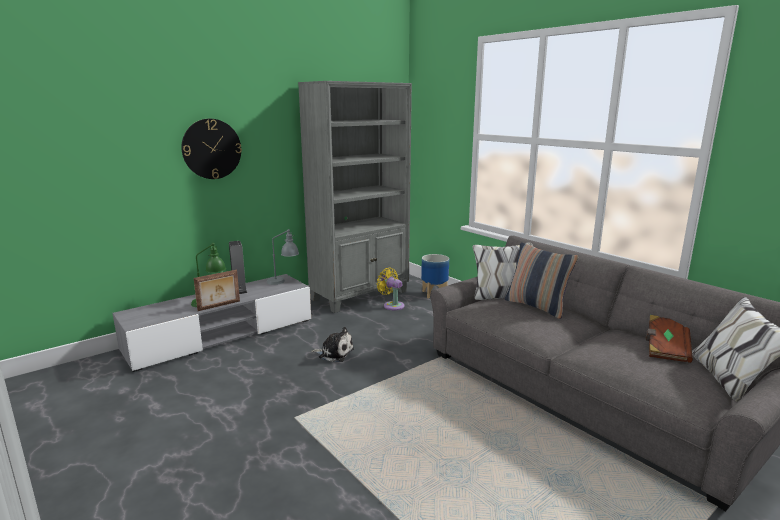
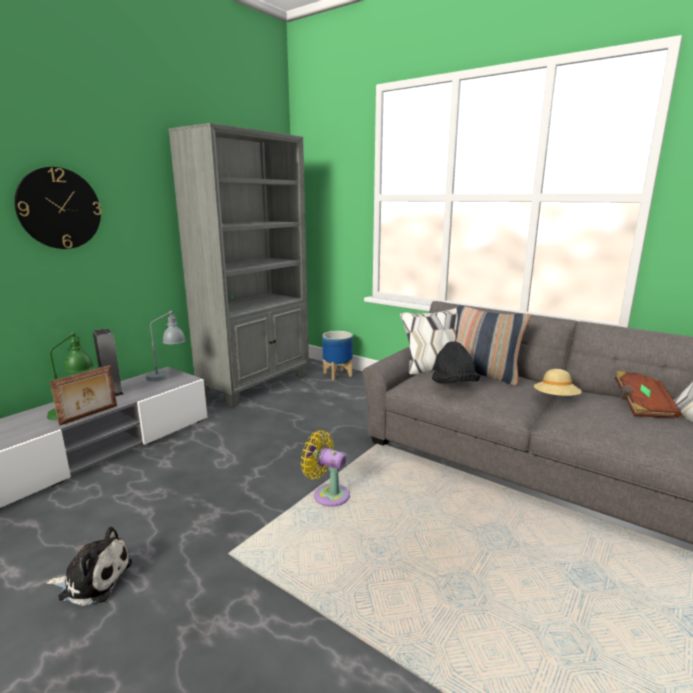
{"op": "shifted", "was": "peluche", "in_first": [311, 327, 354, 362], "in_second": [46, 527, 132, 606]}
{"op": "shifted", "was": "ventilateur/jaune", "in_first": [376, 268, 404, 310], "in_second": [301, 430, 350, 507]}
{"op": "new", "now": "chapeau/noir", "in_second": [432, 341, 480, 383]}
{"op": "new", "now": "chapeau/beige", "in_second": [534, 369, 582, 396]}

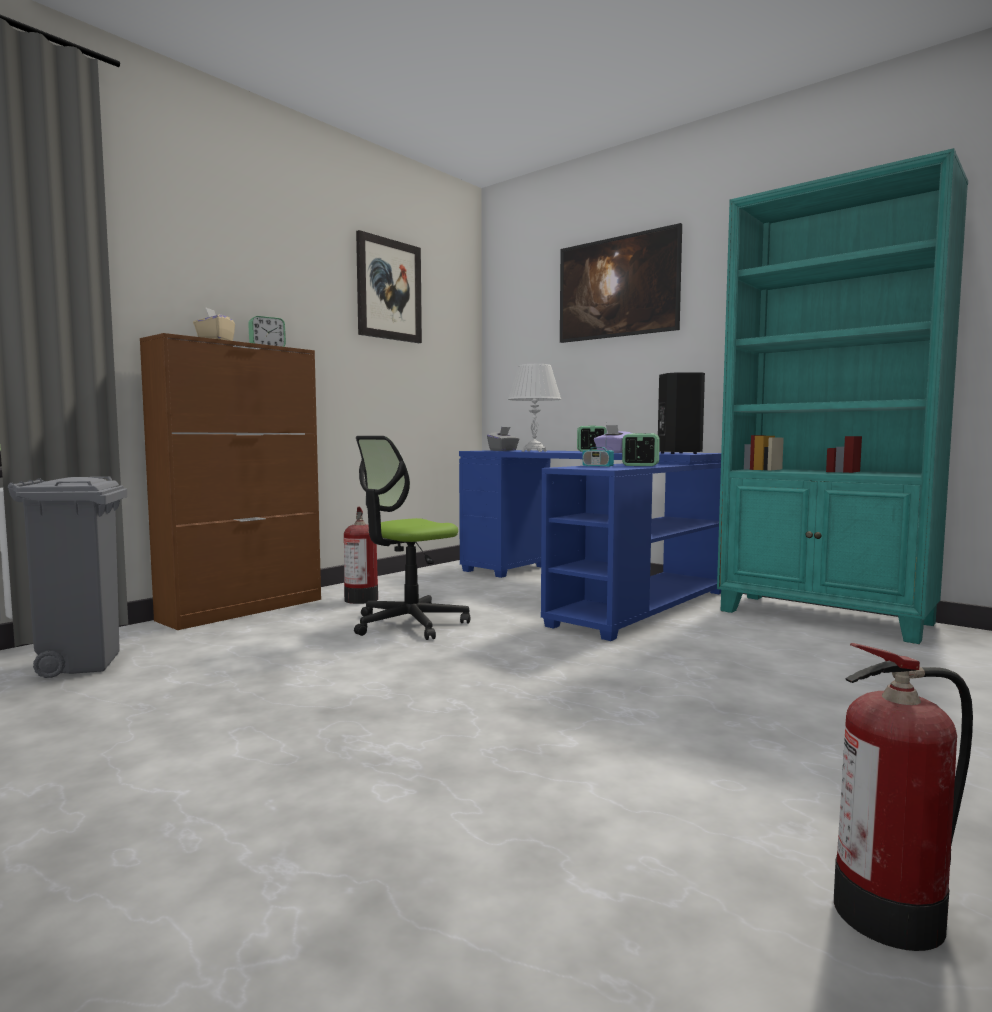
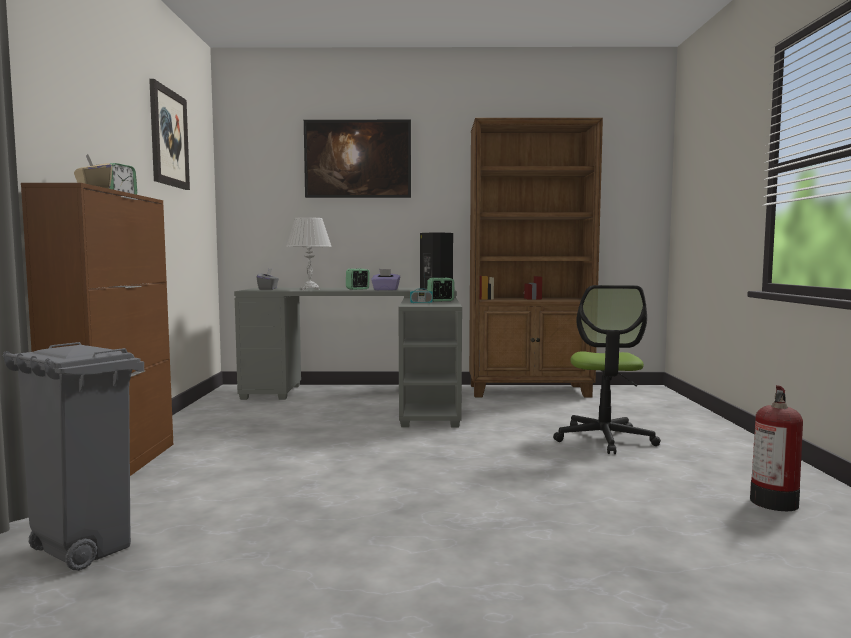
{"op": "gone", "was": "extincteur", "in_first": [344, 506, 378, 604]}
{"op": "shifted", "was": "chaise de bureau", "in_first": [354, 436, 470, 640], "in_second": [553, 285, 661, 454]}
{"op": "repainted", "was": "bureau/bleu", "now": "bureau/gris", "in_first": [459, 450, 721, 641], "in_second": [234, 288, 462, 427]}
{"op": "repainted", "was": "bibliothèque/turquoise", "now": "bibliothèque/marron", "in_first": [717, 148, 968, 644], "in_second": [469, 118, 603, 398]}

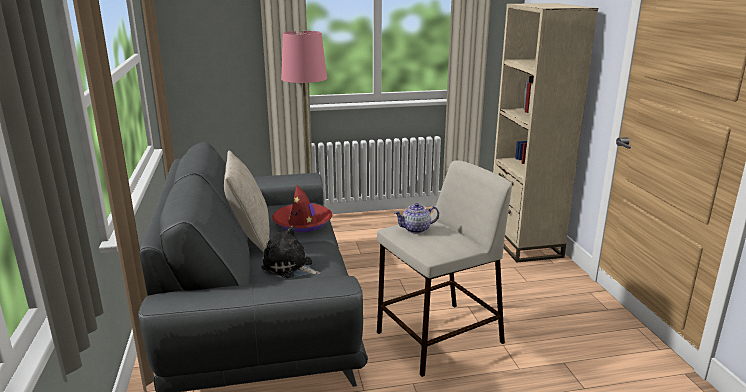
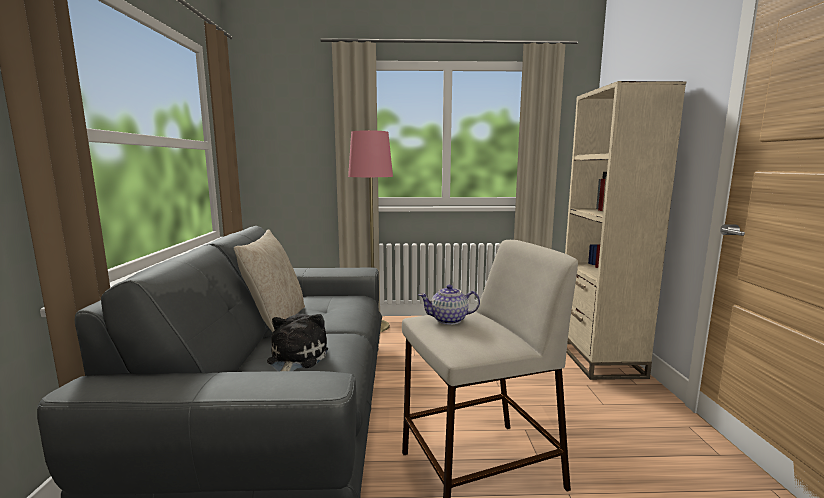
{"op": "rotated", "was": "peluche", "in_first": [261, 226, 320, 278], "in_second": [267, 314, 328, 371], "clockwise": 60}
{"op": "gone", "was": "chapeau/rouge", "in_first": [272, 185, 332, 232]}

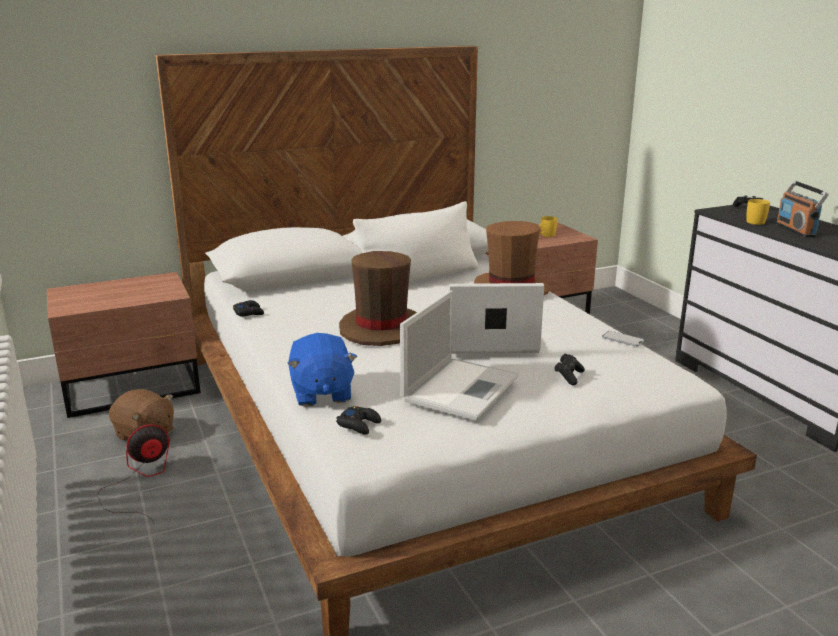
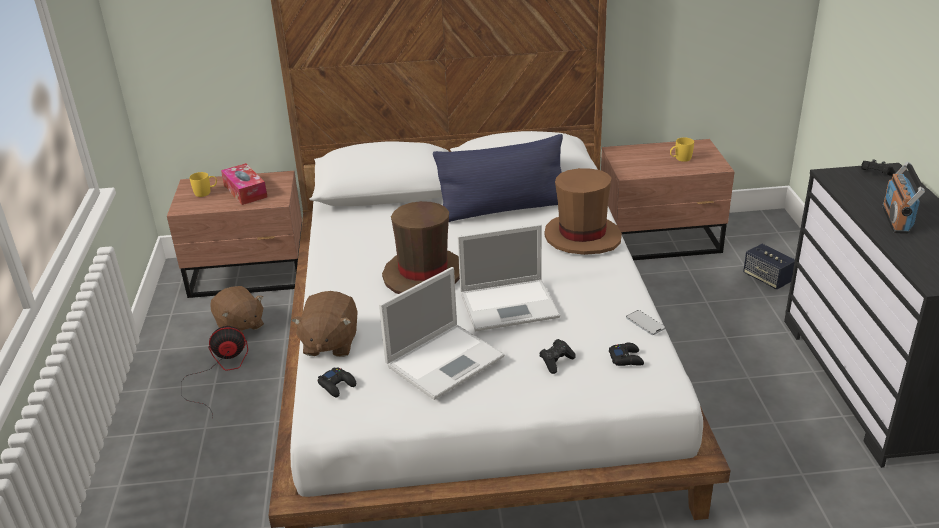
{"op": "shifted", "was": "manette/noir", "in_first": [233, 300, 264, 317], "in_second": [609, 343, 644, 366]}
{"op": "repainted", "was": "peluche/bleu", "now": "peluche/marron", "in_first": [287, 333, 357, 407], "in_second": [291, 291, 358, 357]}
{"op": "repainted", "was": "coussin/blanc", "now": "coussin/bleu", "in_first": [353, 201, 478, 281], "in_second": [433, 134, 563, 222]}
{"op": "rotated", "was": "ordinateur portable", "in_first": [449, 283, 544, 354], "in_second": [457, 224, 560, 331], "clockwise": 150}
{"op": "shifted", "was": "mug/jaune", "in_first": [747, 199, 770, 225], "in_second": [190, 172, 217, 197]}
{"op": "new", "now": "boîte à mouchoirs", "in_second": [221, 163, 267, 205]}
{"op": "new", "now": "enceinte", "in_second": [743, 244, 795, 289]}

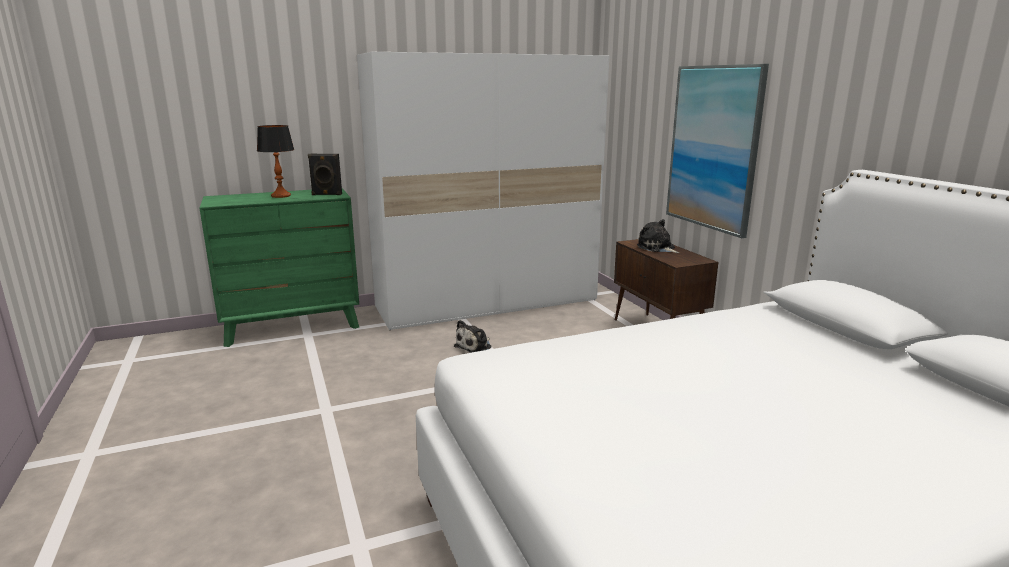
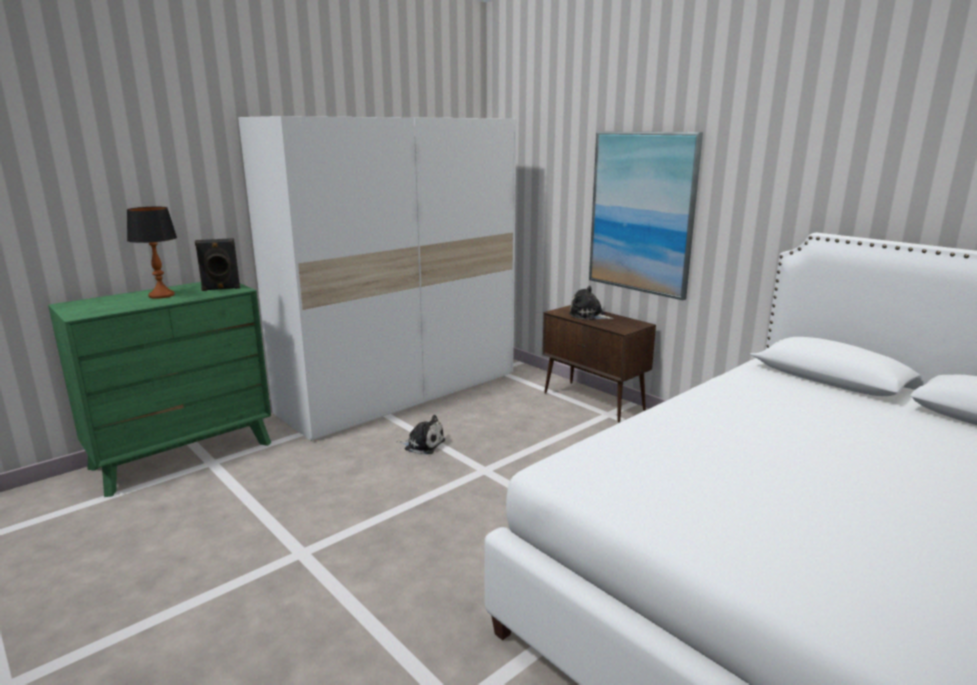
{"op": "rotated", "was": "peluche", "in_first": [454, 320, 492, 353], "in_second": [396, 415, 445, 454], "clockwise": -90}

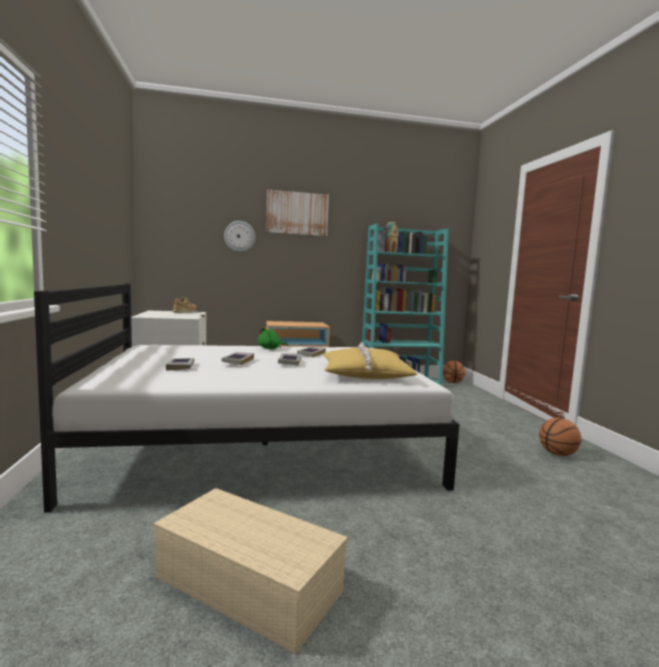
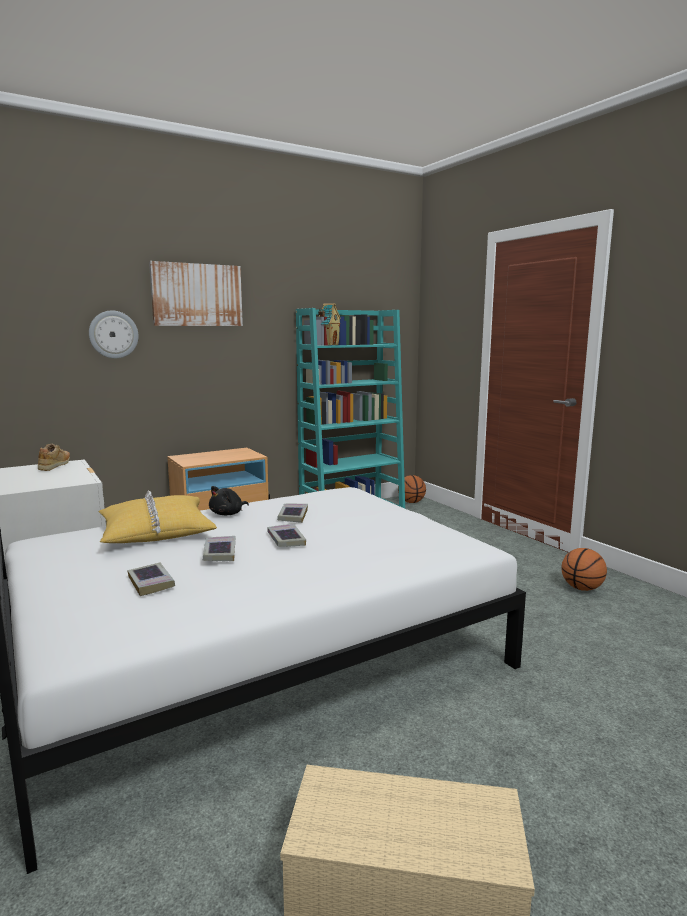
{"op": "repainted", "was": "peluche/vert", "now": "peluche/noir", "in_first": [258, 328, 288, 349], "in_second": [209, 486, 249, 515]}
{"op": "shifted", "was": "coussin/jaune", "in_first": [322, 342, 417, 379], "in_second": [98, 491, 217, 543]}

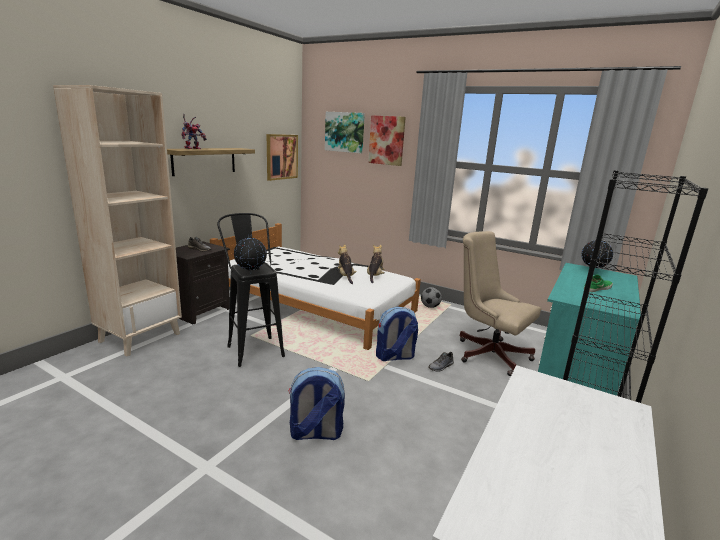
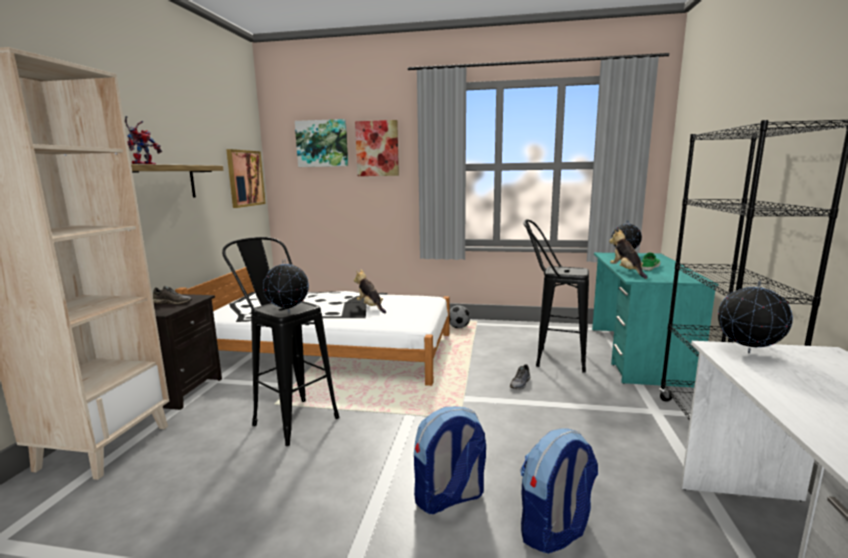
{"op": "shifted", "was": "peluche", "in_first": [367, 245, 385, 283], "in_second": [609, 229, 647, 279]}
{"op": "shifted", "was": "sac à dos", "in_first": [376, 307, 418, 361], "in_second": [520, 428, 598, 554]}
{"op": "swapped", "was": "chaise de bureau/beige", "now": "tabouret/noir", "in_first": [460, 231, 541, 376], "in_second": [523, 219, 589, 373]}
{"op": "new", "now": "globe", "in_second": [718, 280, 793, 354]}

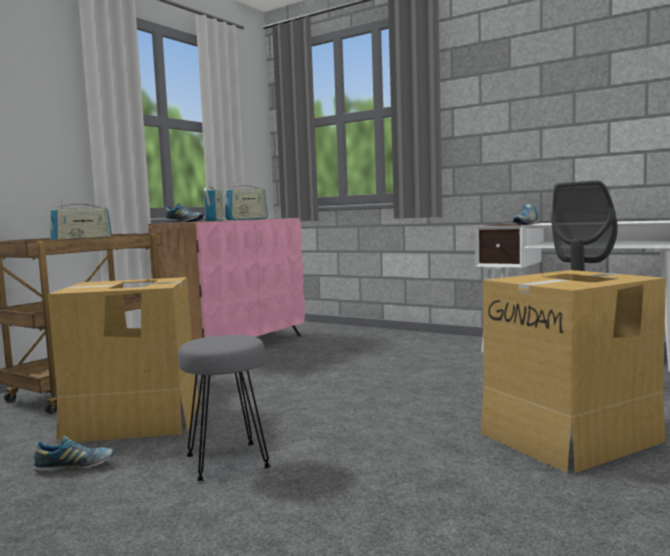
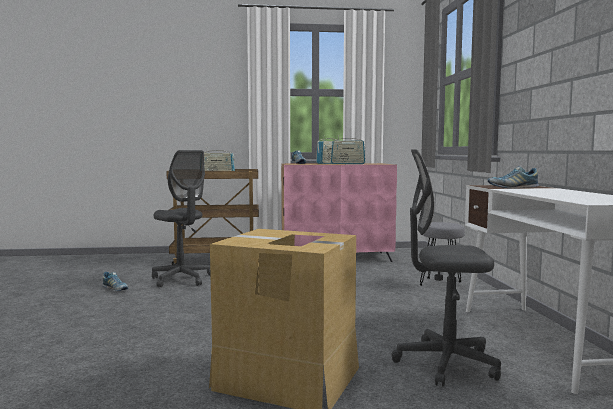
{"op": "swapped", "was": "carton", "now": "chaise de bureau/gris", "in_first": [48, 277, 199, 444], "in_second": [152, 150, 211, 287]}
{"op": "shifted", "was": "tabouret/gris", "in_first": [178, 335, 270, 481], "in_second": [420, 222, 465, 286]}

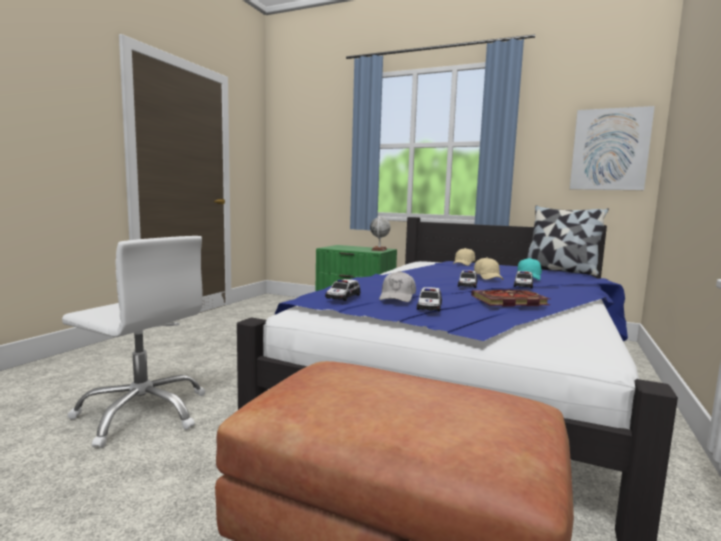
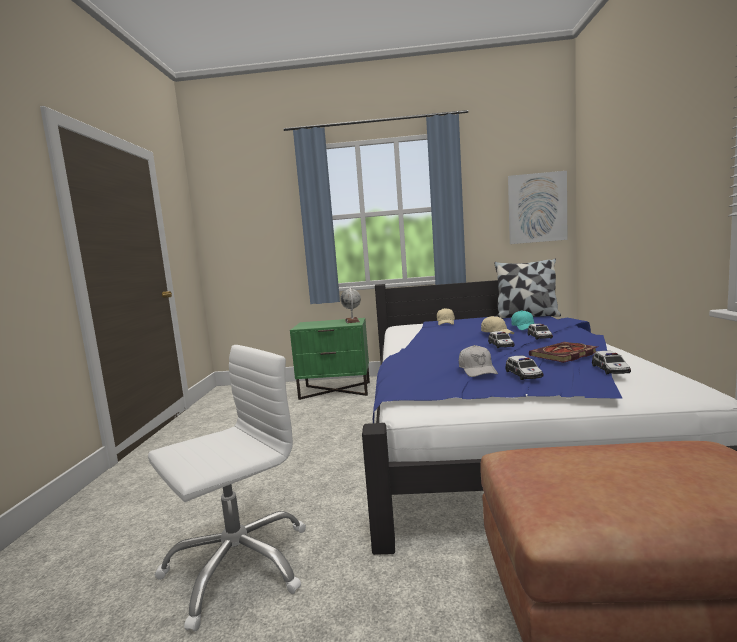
{"op": "rotated", "was": "chaise de bureau/blanc", "in_first": [62, 236, 205, 448], "in_second": [148, 345, 306, 631], "clockwise": -45}
{"op": "shifted", "was": "petite voiture", "in_first": [325, 279, 360, 301], "in_second": [592, 351, 631, 374]}

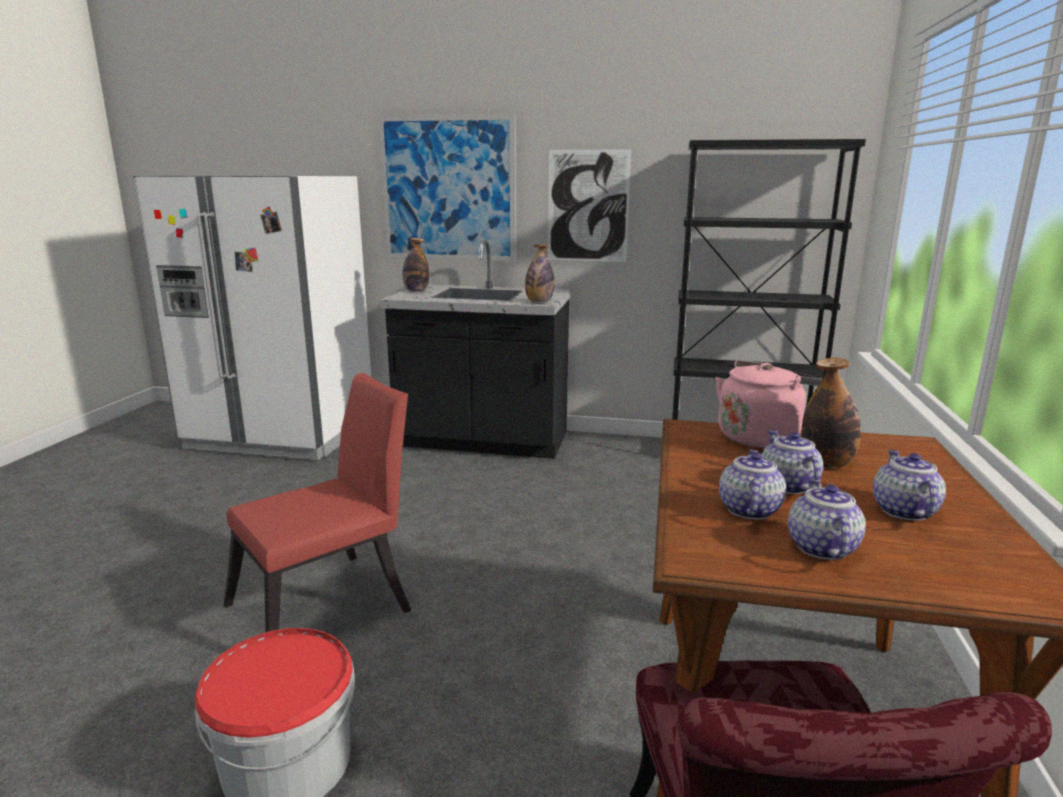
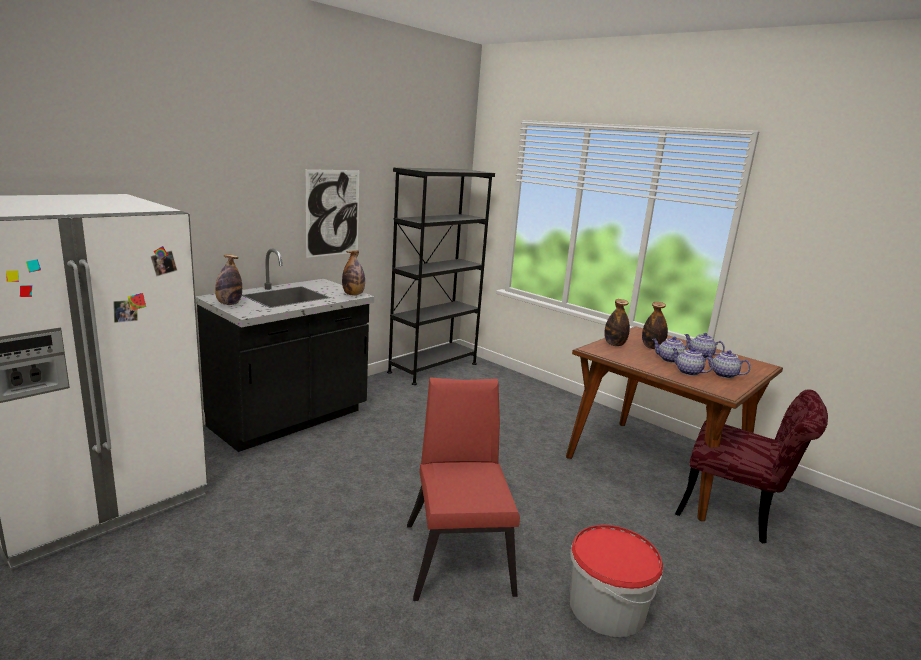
{"op": "gone", "was": "tableau", "in_first": [378, 114, 516, 262]}
{"op": "swapped", "was": "bouilloire/rose", "now": "bouteille", "in_first": [716, 360, 822, 448], "in_second": [604, 299, 630, 346]}

